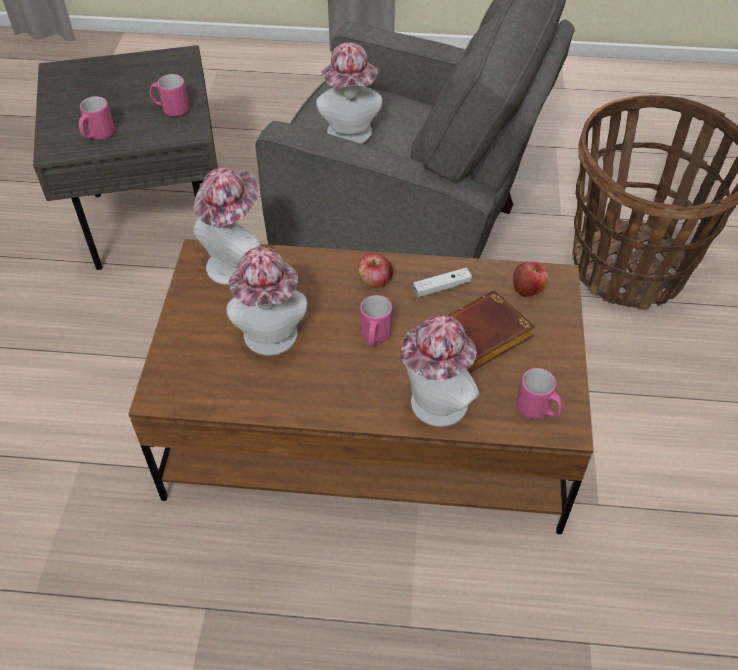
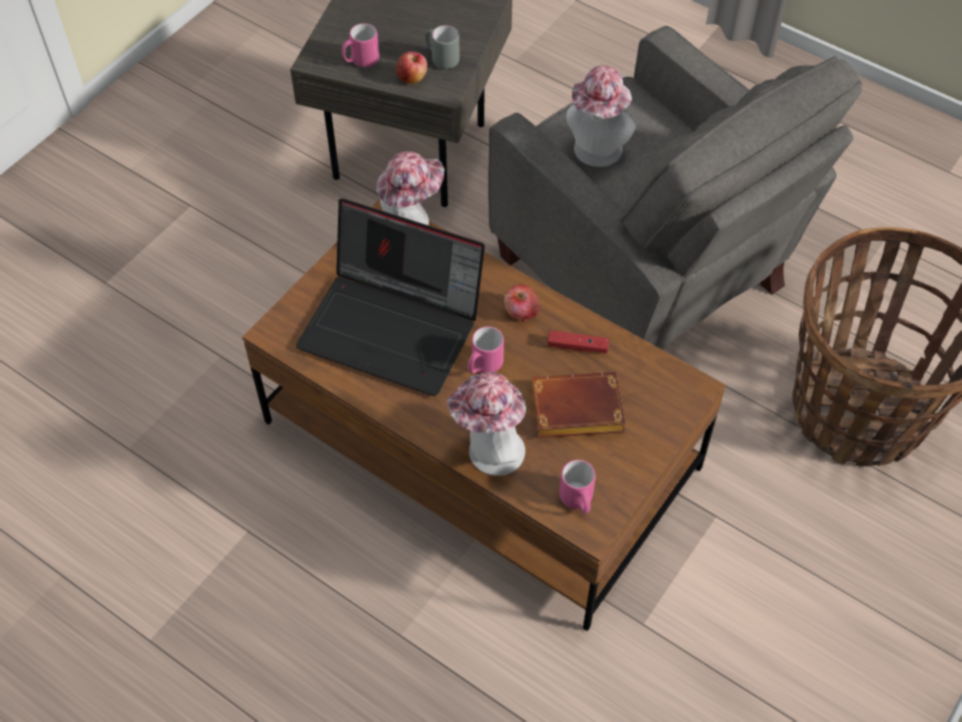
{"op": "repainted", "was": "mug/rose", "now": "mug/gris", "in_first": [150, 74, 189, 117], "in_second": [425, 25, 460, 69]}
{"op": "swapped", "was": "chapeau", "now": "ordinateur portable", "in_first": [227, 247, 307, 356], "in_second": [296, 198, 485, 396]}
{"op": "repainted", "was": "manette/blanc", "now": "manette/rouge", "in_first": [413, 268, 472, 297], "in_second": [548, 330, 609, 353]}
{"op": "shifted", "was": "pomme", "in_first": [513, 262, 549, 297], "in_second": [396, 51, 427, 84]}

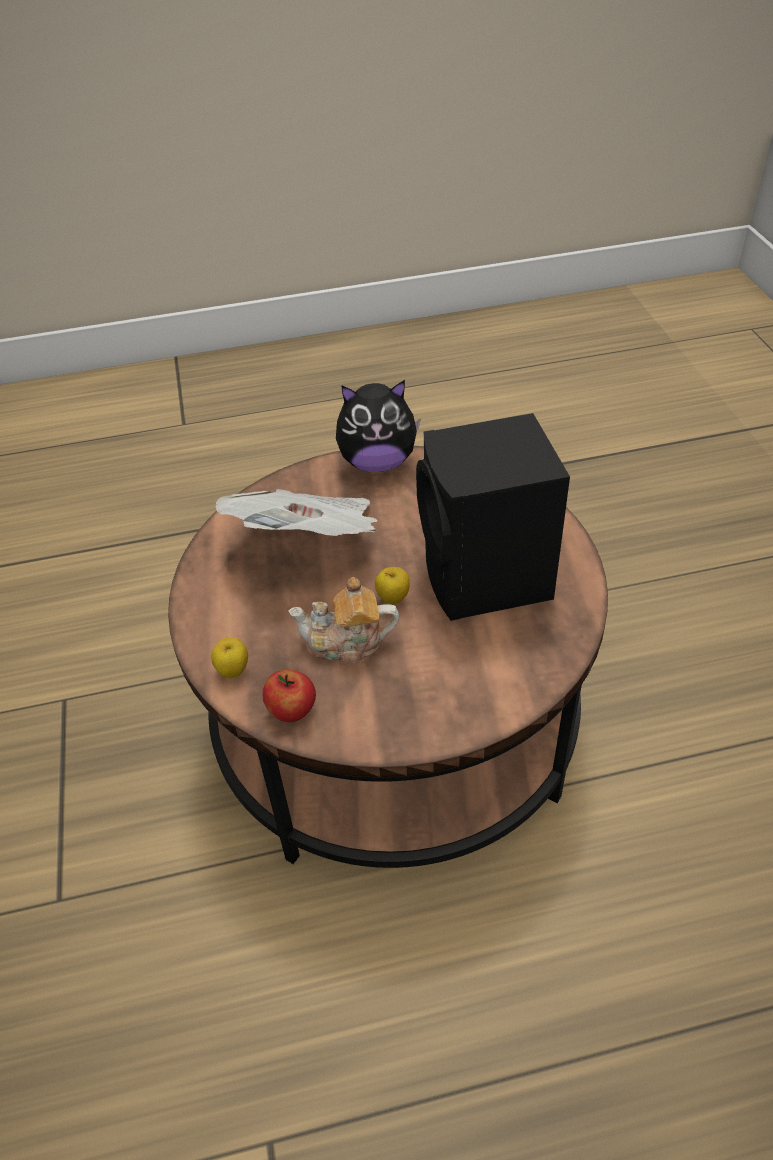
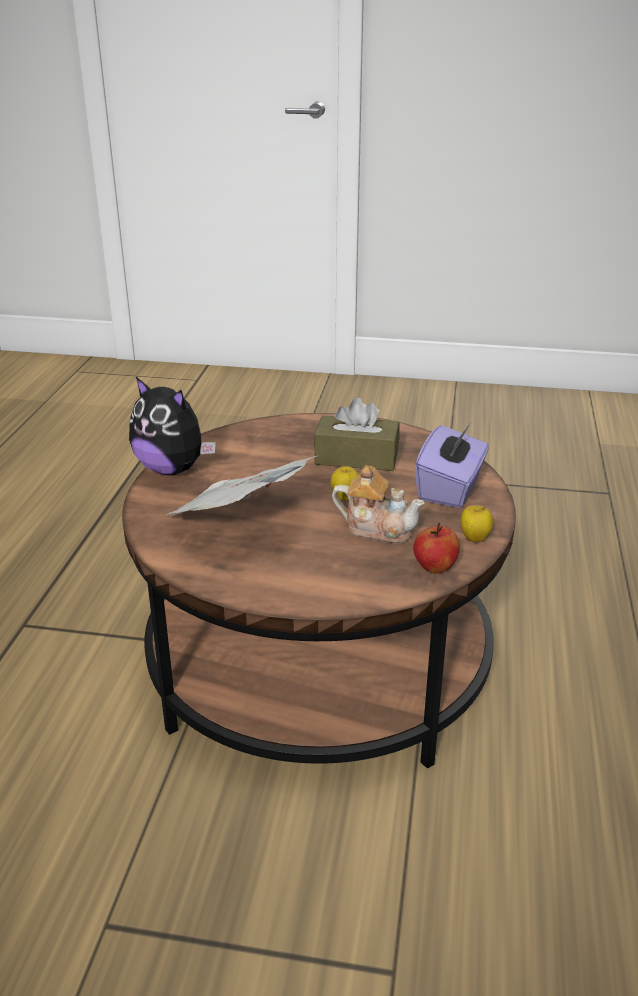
{"op": "shifted", "was": "pomme", "in_first": [211, 637, 248, 678], "in_second": [460, 505, 493, 542]}
{"op": "rotated", "was": "théière", "in_first": [289, 577, 399, 664], "in_second": [332, 465, 425, 543], "clockwise": -90}
{"op": "rotated", "was": "peluche", "in_first": [336, 380, 421, 472], "in_second": [129, 377, 216, 475], "clockwise": 105}
{"op": "swapped", "was": "enceinte/noir", "now": "boîte à mouchoirs/marron", "in_first": [416, 413, 570, 621], "in_second": [314, 397, 399, 471]}
{"op": "new", "now": "boîte à mouchoirs/violet", "in_second": [415, 424, 489, 508]}

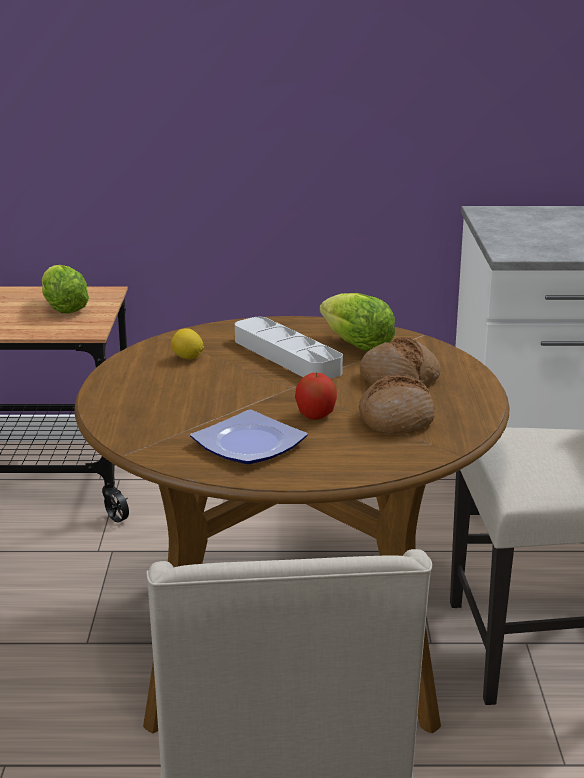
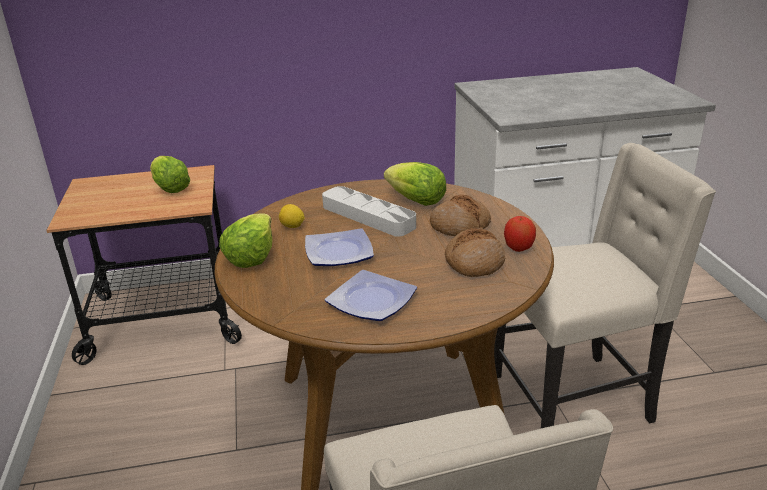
{"op": "shifted", "was": "pomme", "in_first": [295, 372, 337, 420], "in_second": [504, 216, 536, 252]}
{"op": "new", "now": "laitue", "in_second": [219, 213, 273, 268]}
{"op": "new", "now": "assiette", "in_second": [305, 228, 374, 266]}

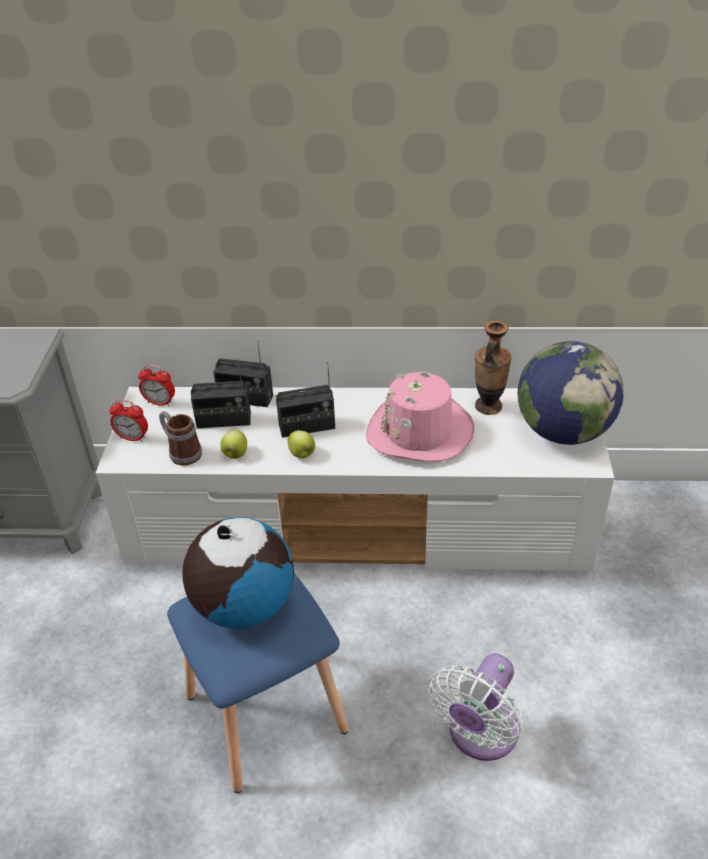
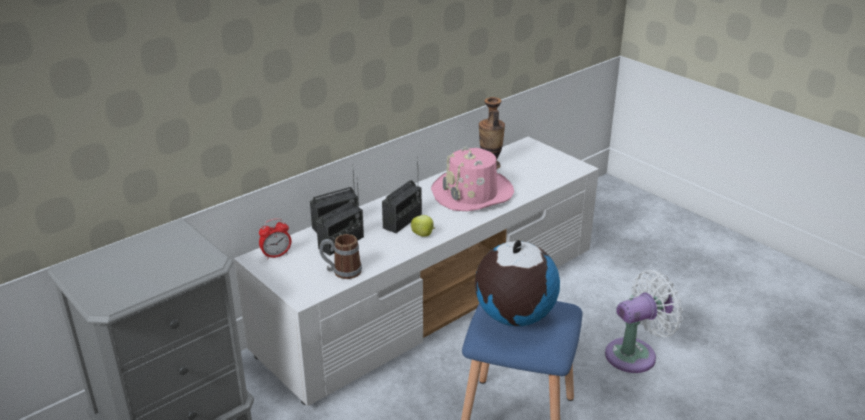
{"op": "gone", "was": "réveil", "in_first": [109, 399, 148, 442]}
{"op": "gone", "was": "pomme", "in_first": [220, 430, 247, 459]}
{"op": "rotated", "was": "ventilateur/blanc", "in_first": [428, 653, 522, 761], "in_second": [605, 270, 683, 373], "clockwise": -105}
{"op": "gone", "was": "globe", "in_first": [517, 341, 623, 445]}

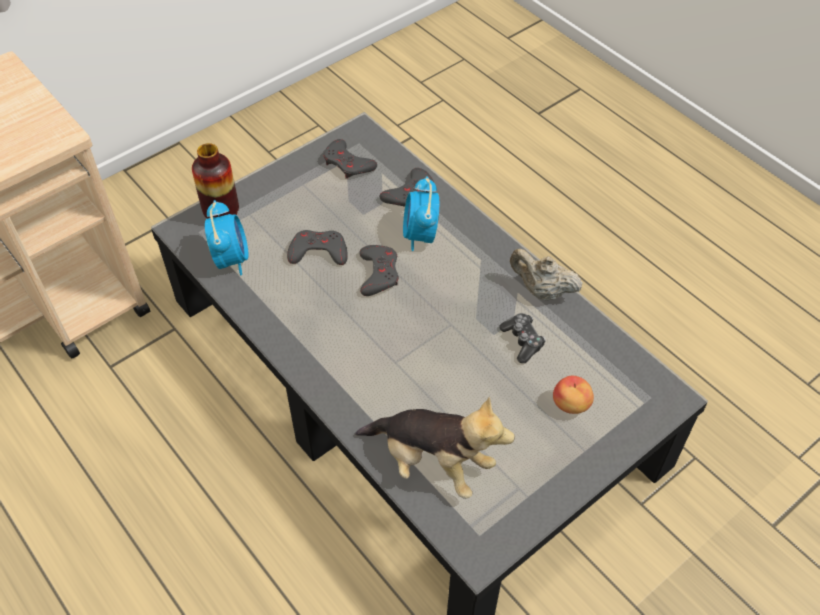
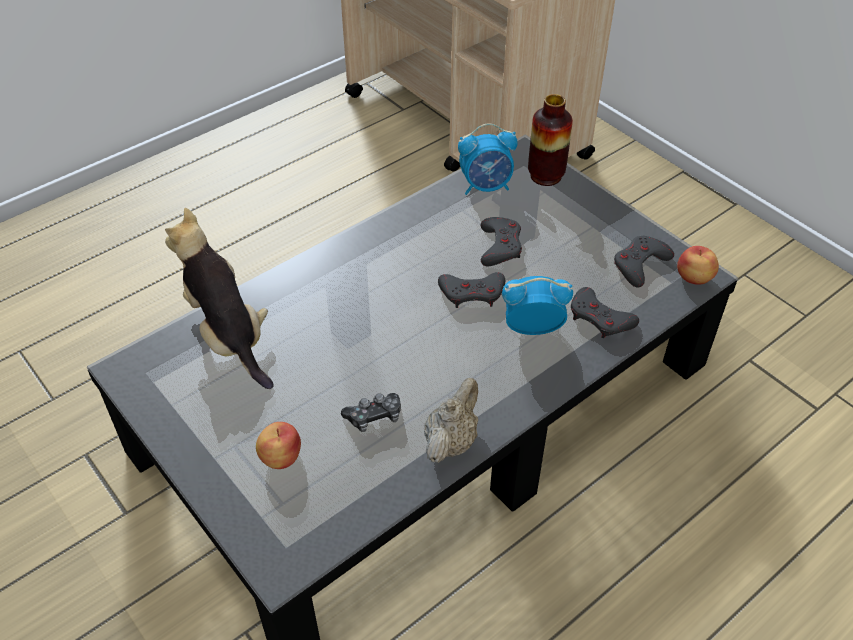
{"op": "rotated", "was": "peluche", "in_first": [355, 397, 515, 499], "in_second": [165, 208, 274, 389], "clockwise": 120}
{"op": "new", "now": "pomme", "in_second": [677, 246, 719, 285]}

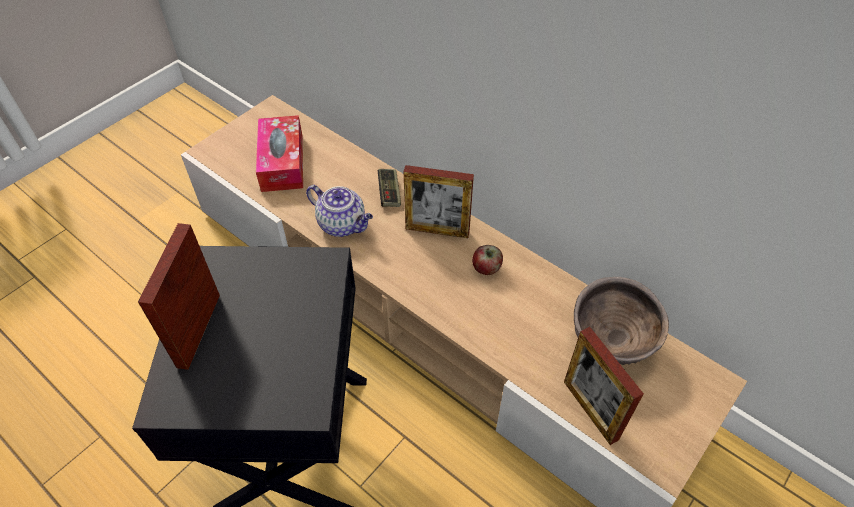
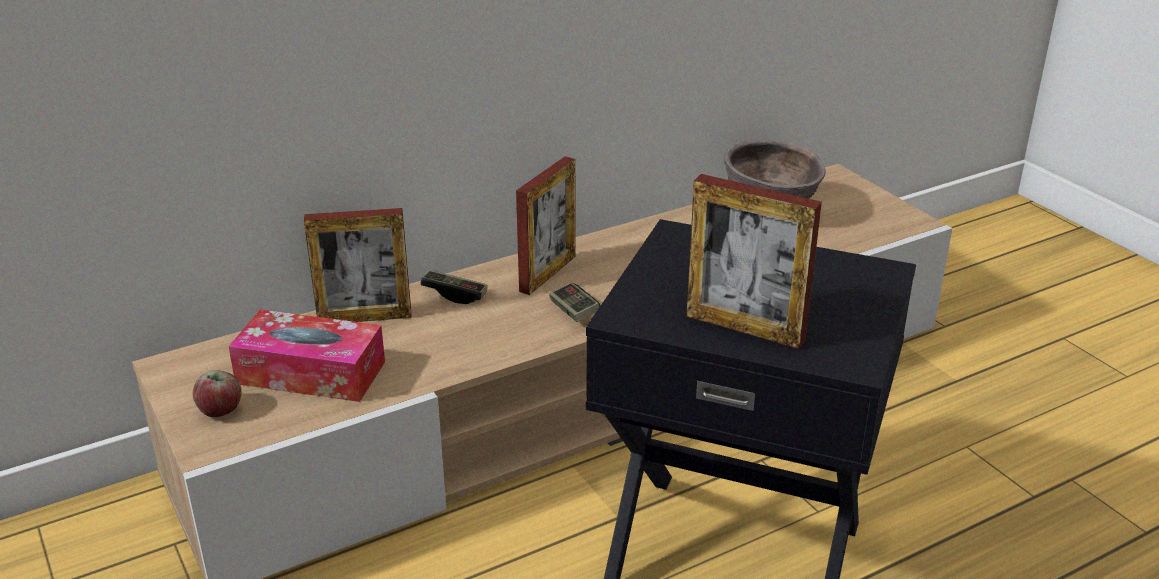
{"op": "gone", "was": "théière", "in_first": [306, 185, 373, 237]}
{"op": "shifted", "was": "pomme", "in_first": [472, 245, 503, 275], "in_second": [193, 370, 242, 417]}
{"op": "shifted", "was": "cadre photo", "in_first": [564, 327, 644, 445], "in_second": [304, 208, 412, 322]}
{"op": "new", "now": "manette", "in_second": [549, 282, 600, 322]}

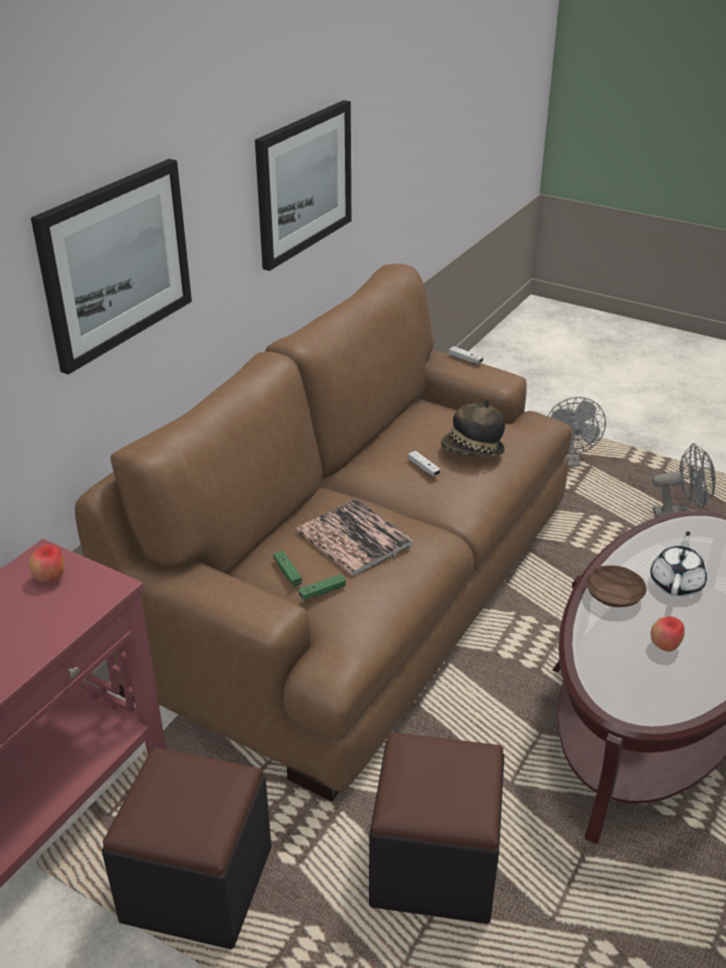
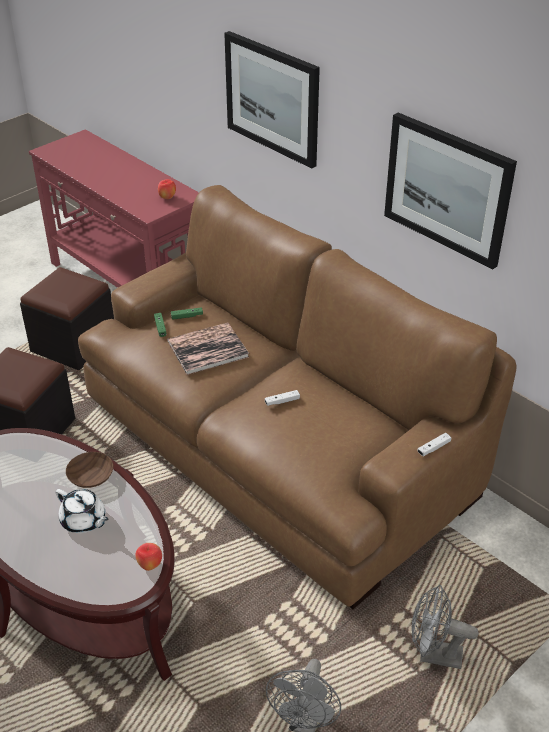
{"op": "gone", "was": "chapeau", "in_first": [441, 399, 505, 456]}
{"op": "shifted", "was": "pomme", "in_first": [651, 616, 685, 652], "in_second": [135, 543, 162, 571]}

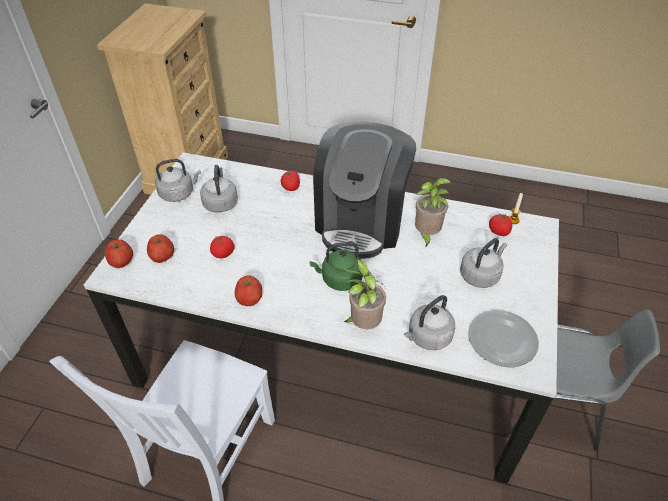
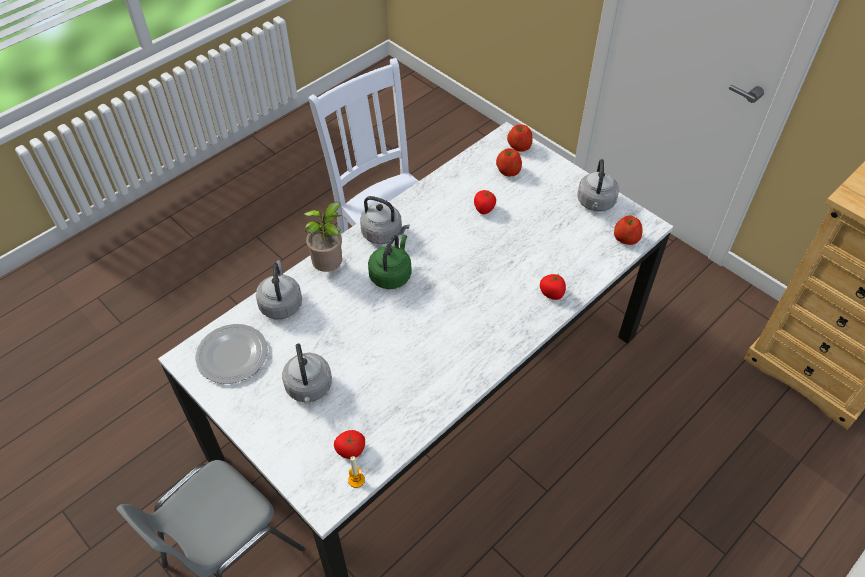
{"op": "shifted", "was": "bouilloire/gris", "in_first": [200, 165, 238, 213], "in_second": [360, 196, 410, 244]}
{"op": "shifted", "was": "pomme", "in_first": [235, 275, 262, 306], "in_second": [614, 216, 643, 245]}
{"op": "gone", "was": "machine à café", "in_first": [313, 122, 416, 259]}
{"op": "gone", "was": "plante en pot", "in_first": [415, 178, 451, 248]}

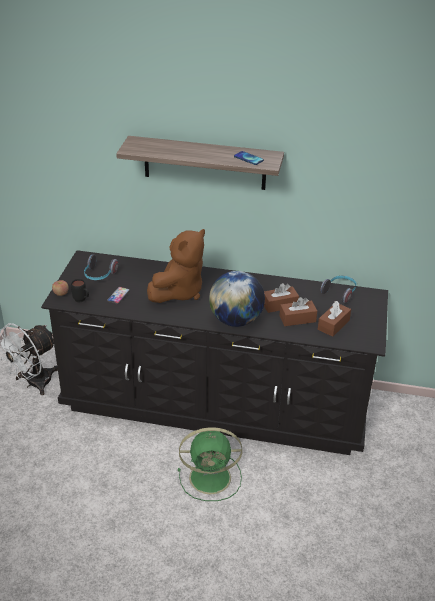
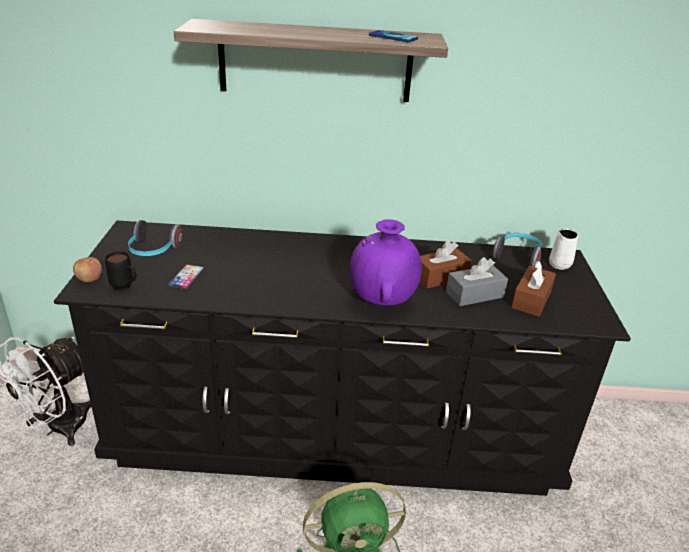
{"op": "gone", "was": "peluche/marron", "in_first": [147, 229, 205, 303]}
{"op": "swapped", "was": "globe", "now": "vase/violet", "in_first": [209, 271, 265, 327], "in_second": [350, 219, 422, 305]}
{"op": "repainted", "was": "boîte à mouchoirs/marron", "now": "boîte à mouchoirs/gris", "in_first": [279, 297, 317, 326], "in_second": [446, 257, 508, 306]}
{"op": "new", "now": "mug/blanc", "in_second": [549, 229, 578, 270]}

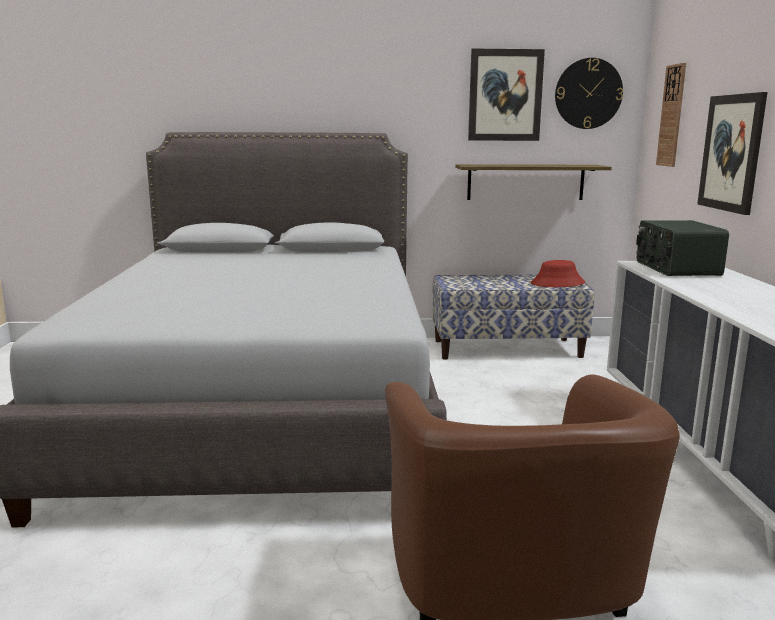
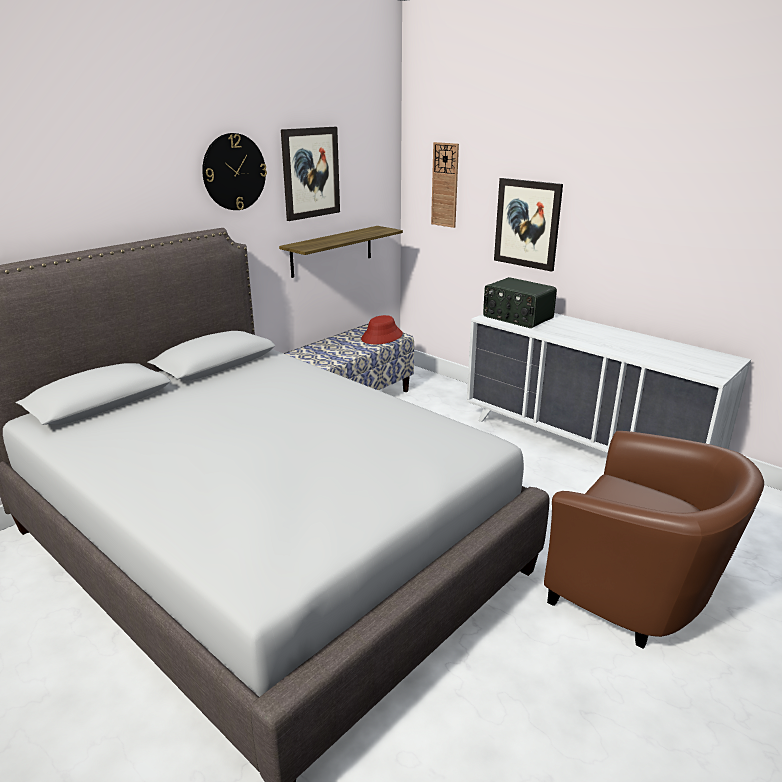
{"op": "shifted", "was": "horloge murale", "in_first": [555, 58, 623, 129], "in_second": [202, 133, 267, 210]}

